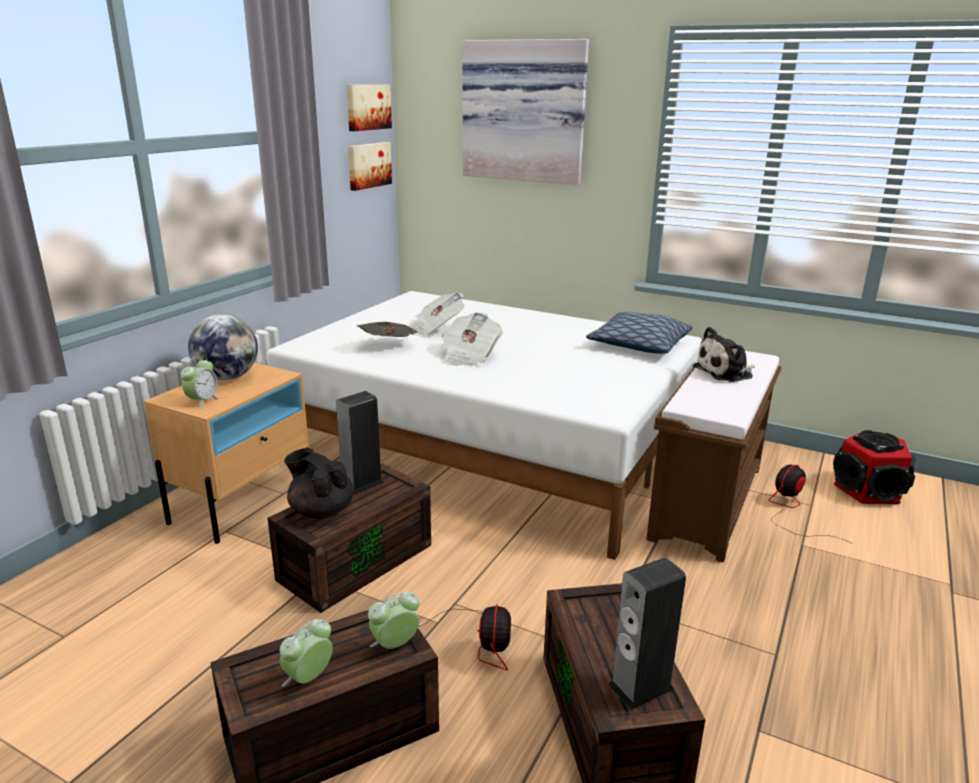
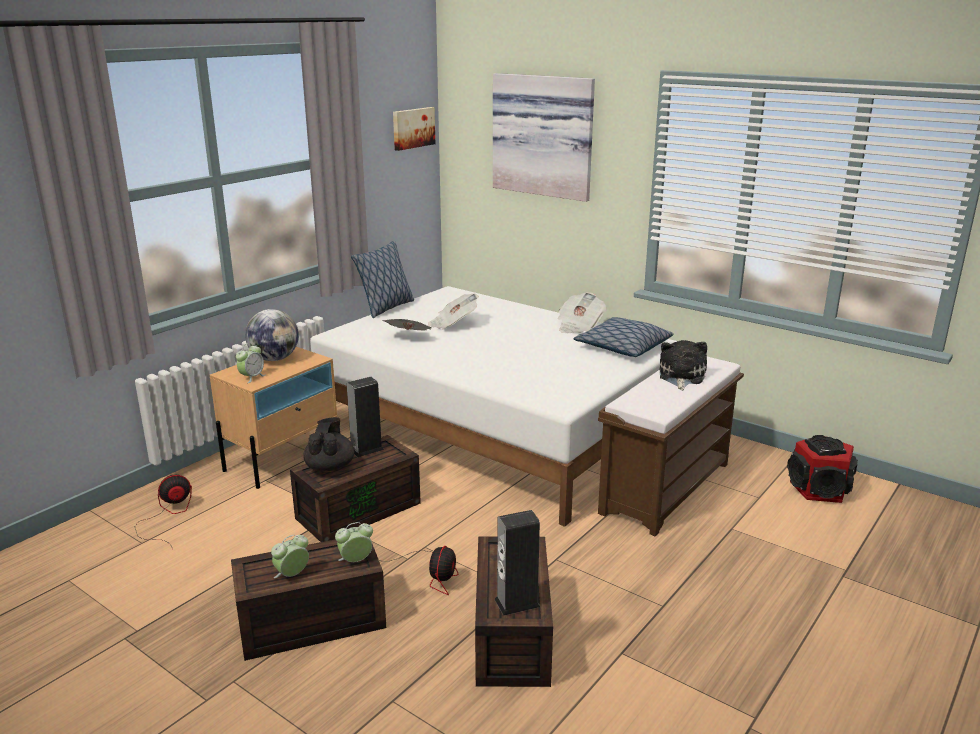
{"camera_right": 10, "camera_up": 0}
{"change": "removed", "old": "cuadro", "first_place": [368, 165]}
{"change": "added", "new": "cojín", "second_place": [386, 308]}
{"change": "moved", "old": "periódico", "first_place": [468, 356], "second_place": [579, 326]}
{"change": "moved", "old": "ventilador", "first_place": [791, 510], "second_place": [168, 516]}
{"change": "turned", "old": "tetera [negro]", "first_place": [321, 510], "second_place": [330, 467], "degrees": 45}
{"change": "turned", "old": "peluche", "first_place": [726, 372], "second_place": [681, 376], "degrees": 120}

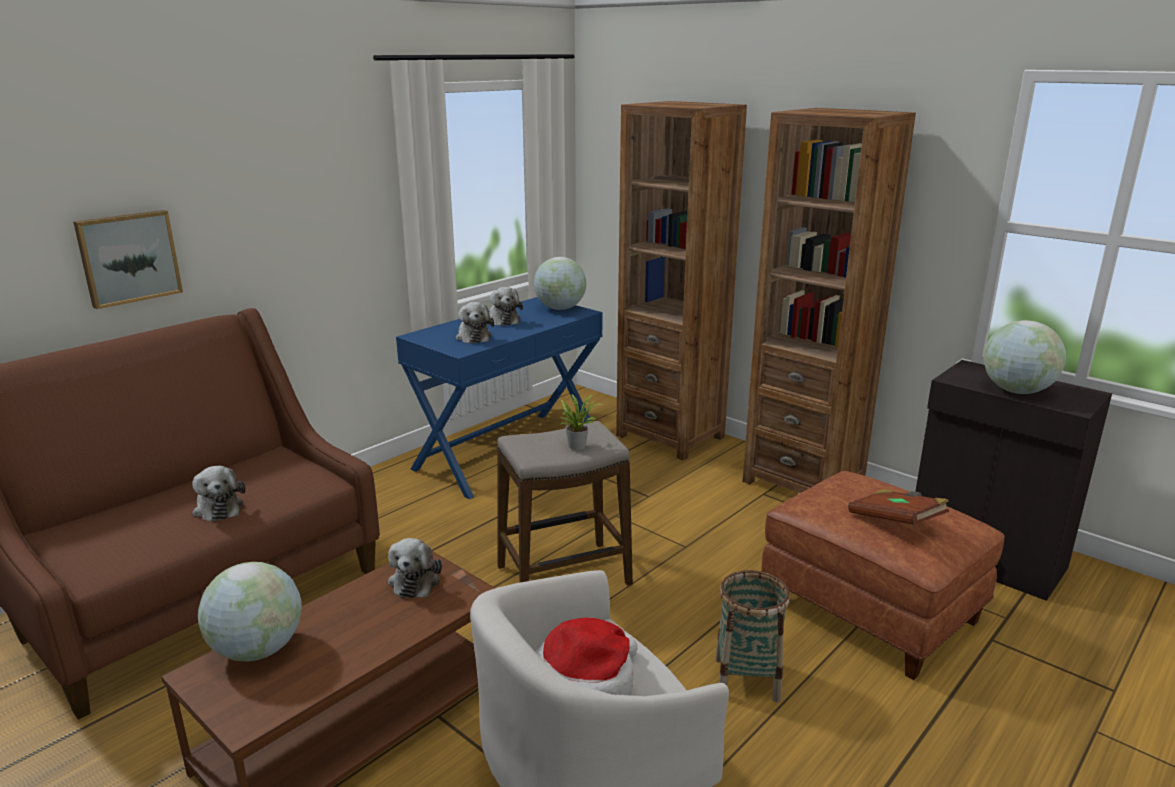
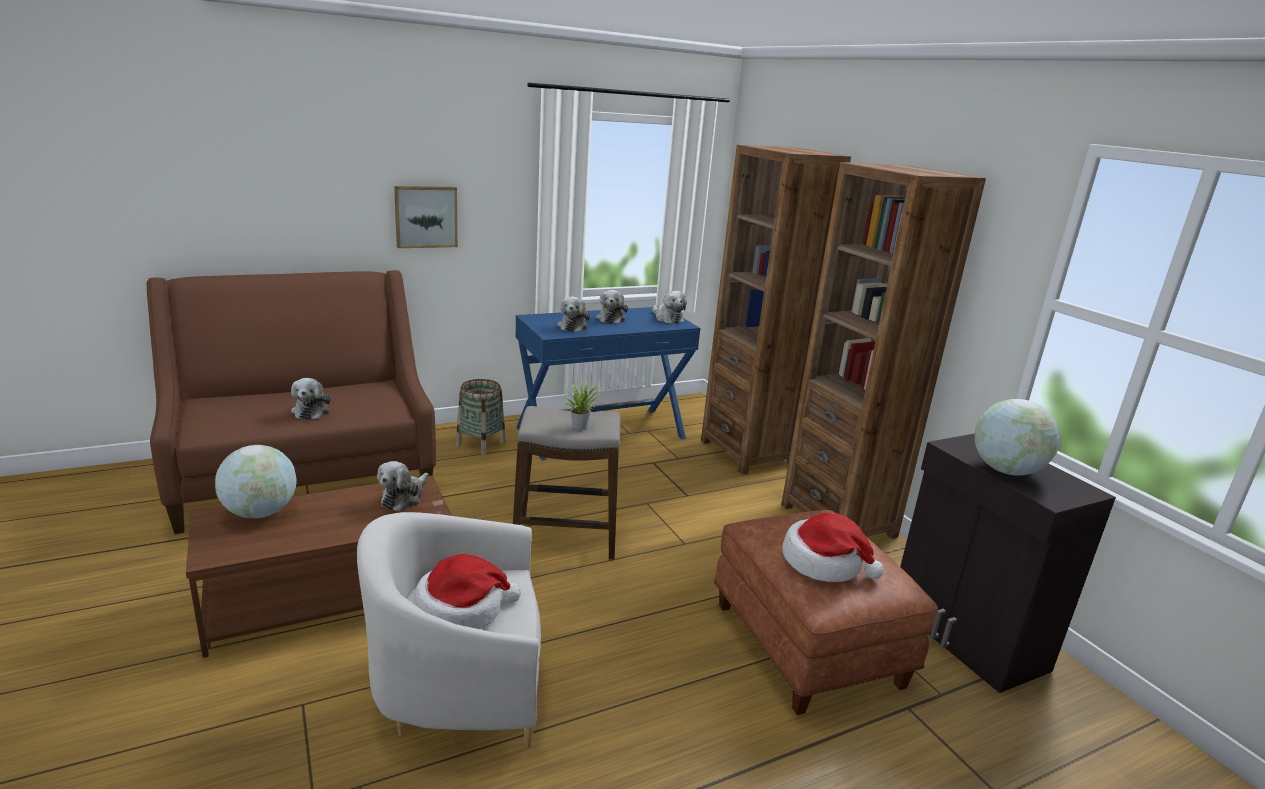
{"camera_right": 20, "camera_up": 0}
{"change": "moved", "old": "cuadro", "first_place": [128, 257], "second_place": [426, 216]}
{"change": "moved", "old": "cesta", "first_place": [747, 679], "second_place": [481, 444]}
{"change": "replaced", "old": "globo terráqueo", "new": "peluche", "first_place": [560, 308], "second_place": [667, 318]}
{"change": "replaced", "old": "libro [marrón]", "new": "sombrero", "first_place": [896, 522], "second_place": [824, 562]}

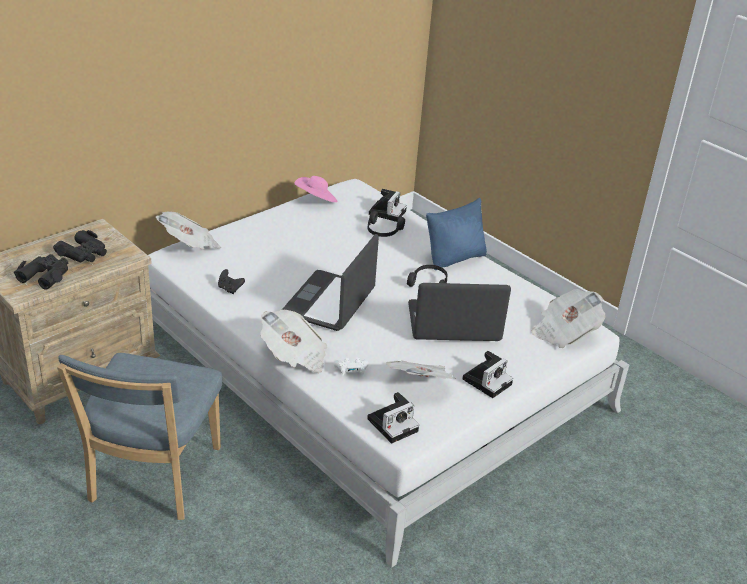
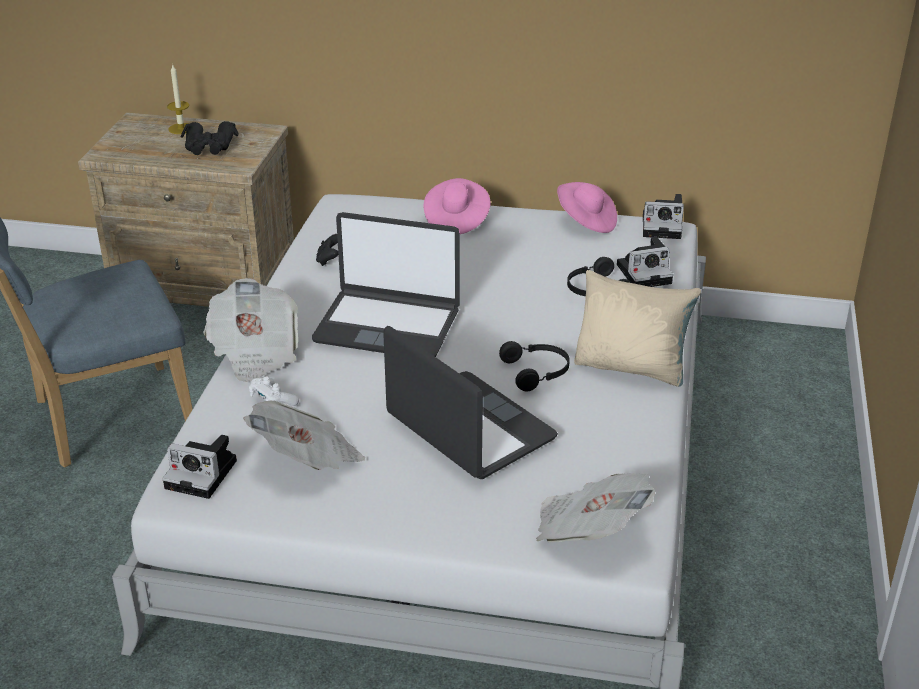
{"camera_right": 55, "camera_up": 0}
{"change": "removed", "old": "prismáticos [negro]", "first_place": [45, 275]}
{"change": "removed", "old": "periódico", "first_place": [190, 245]}
{"change": "added", "new": "vela", "second_place": [181, 128]}
{"change": "added", "new": "sombrero [rosa]", "second_place": [456, 220]}
{"change": "moved", "old": "cámara", "first_place": [487, 381], "second_place": [663, 226]}
{"change": "recoloured", "old": "cojín [azul]", "new": "cojín [beis]", "first_place": [455, 258], "second_place": [631, 367]}
{"change": "turned", "old": "portátil", "first_place": [330, 302], "second_place": [387, 325], "degrees": -150}

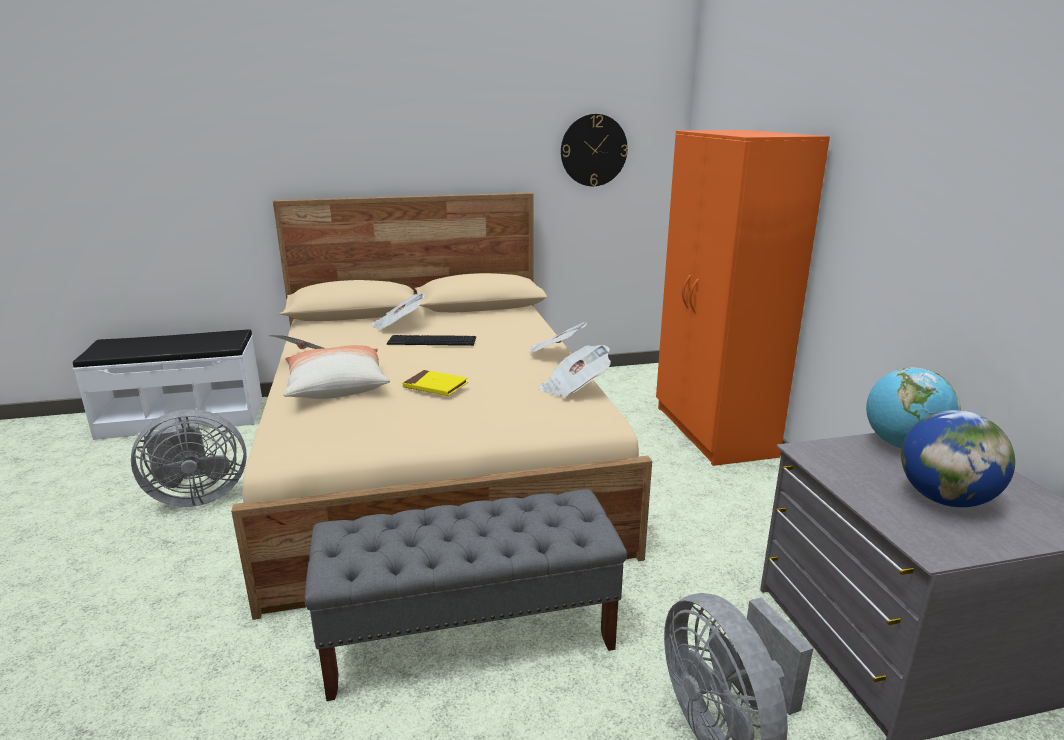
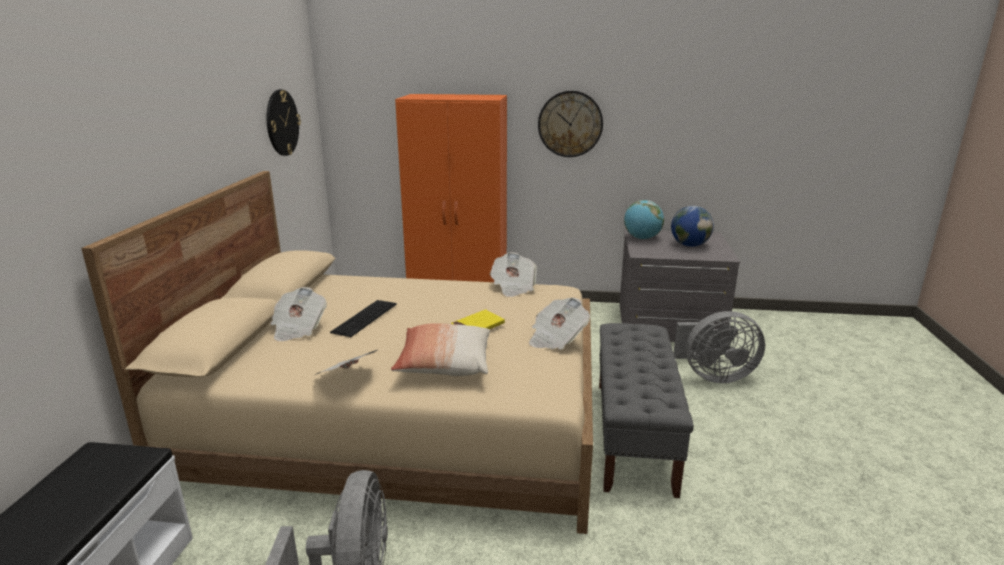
{"camera_right": -70, "camera_up": 0}
{"change": "added", "new": "reloj de pared", "second_place": [570, 124]}
{"change": "moved", "old": "periódico", "first_place": [555, 353], "second_place": [556, 339]}

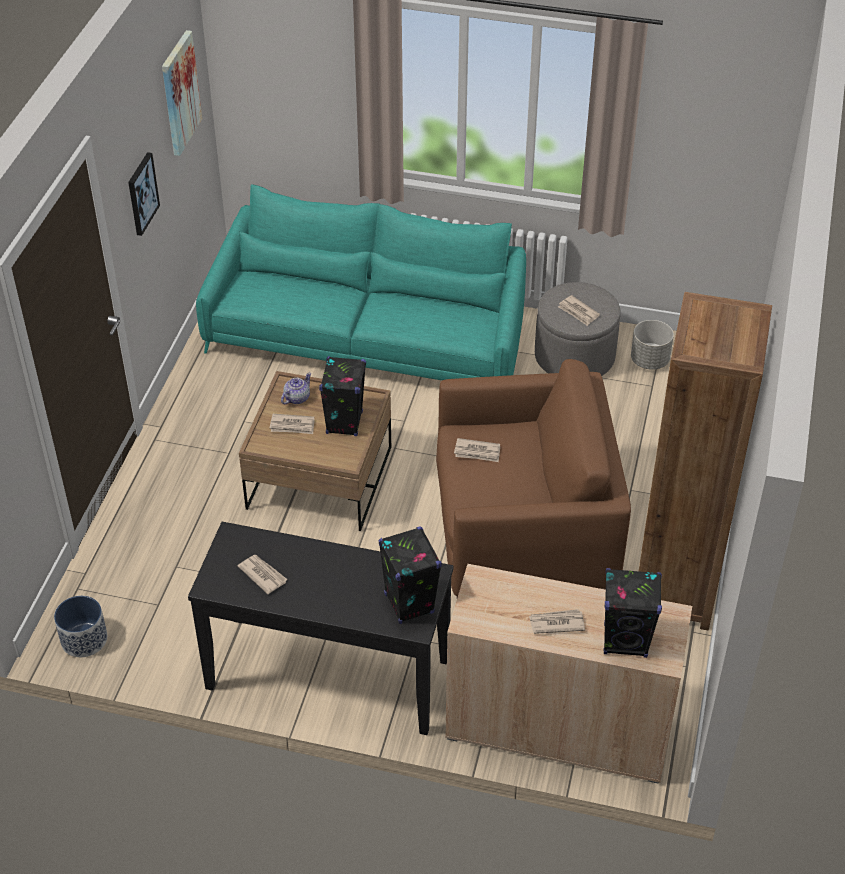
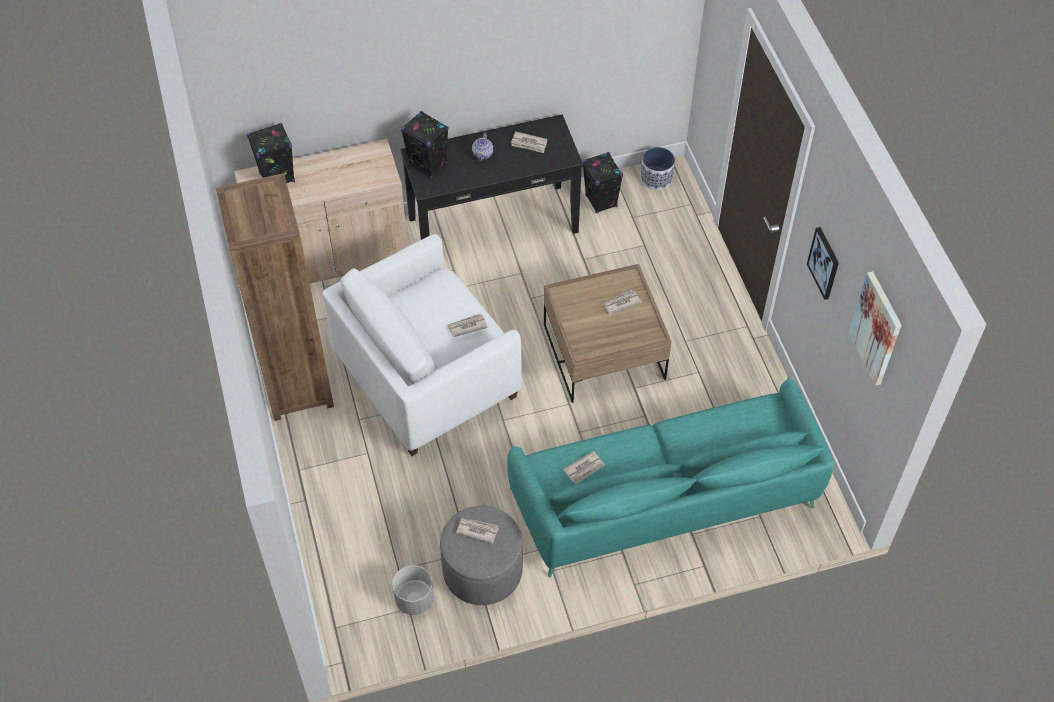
{"camera_right": 150, "camera_up": 10}
{"change": "moved", "old": "tetera", "first_place": [296, 398], "second_place": [483, 154]}
{"change": "moved", "old": "altavoz [negro]", "first_place": [344, 423], "second_place": [601, 201]}
{"change": "moved", "old": "periódico", "first_place": [556, 623], "second_place": [584, 468]}
{"change": "recoloured", "old": "sillón [marrón]", "new": "sillón [blanco]", "first_place": [523, 535], "second_place": [427, 376]}

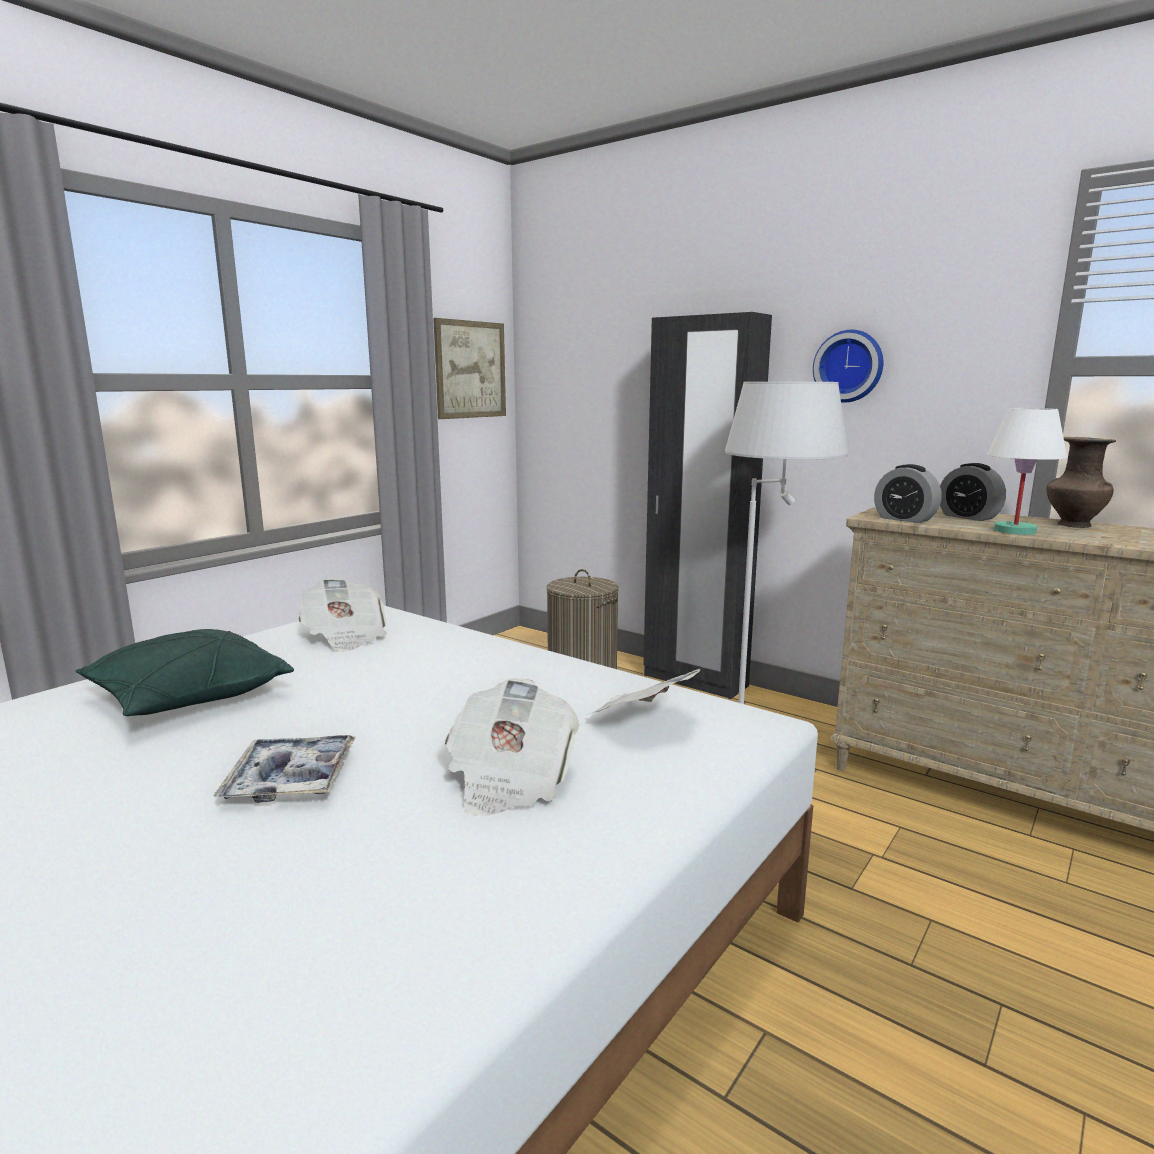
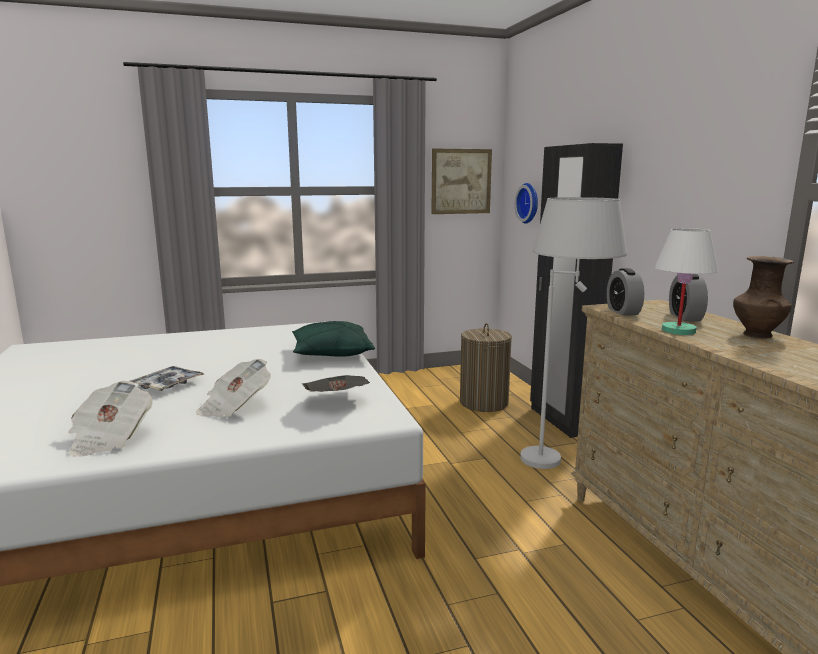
{"camera_right": 35, "camera_up": 0}
{"change": "moved", "old": "cojín [verde]", "first_place": [188, 698], "second_place": [331, 354]}
{"change": "moved", "old": "periódico", "first_place": [345, 637], "second_place": [110, 438]}
{"change": "moved", "old": "reloj de pared", "first_place": [849, 366], "second_place": [529, 203]}

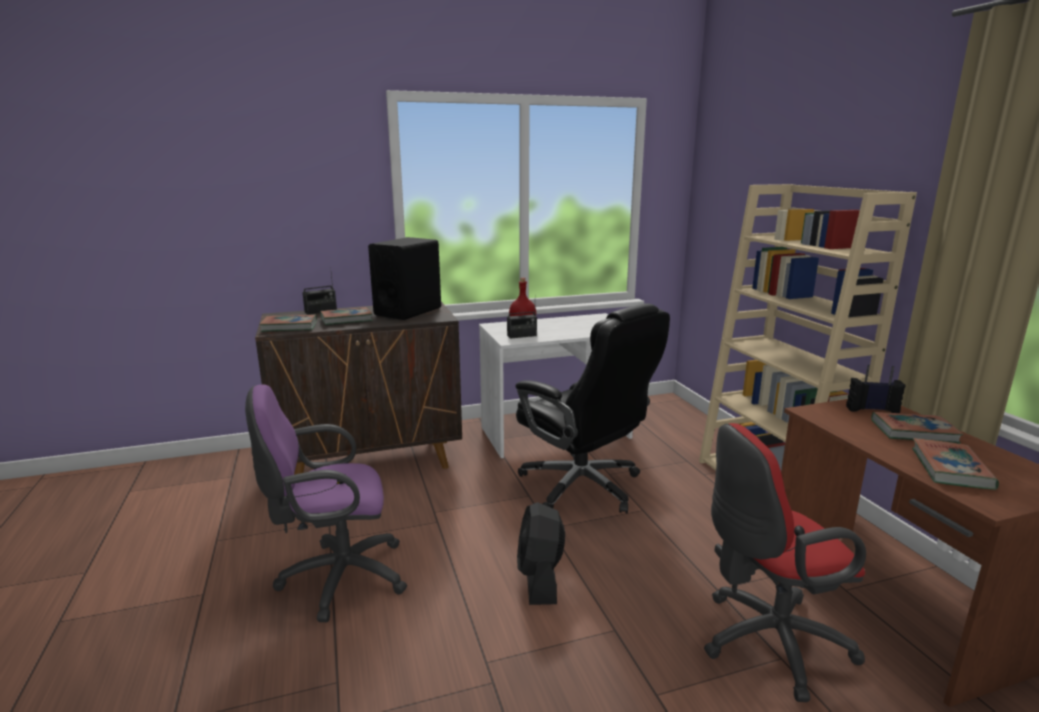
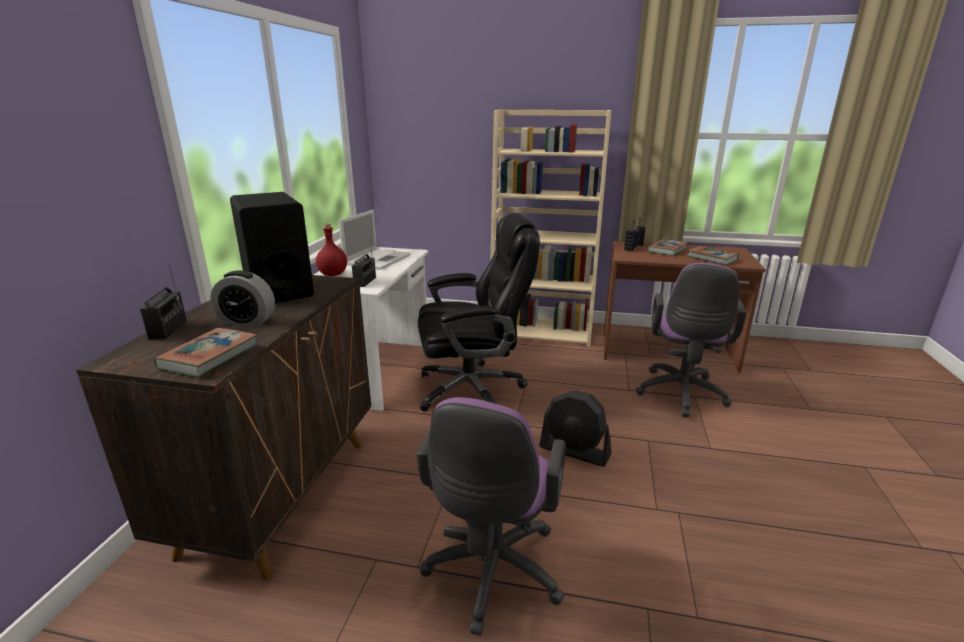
{"camera_right": -60, "camera_up": 5}
{"change": "added", "new": "portátil", "second_place": [378, 259]}
{"change": "replaced", "old": "libro", "new": "despertador", "first_place": [346, 319], "second_place": [247, 321]}
{"change": "recoloured", "old": "silla de oficina [rojo]", "new": "silla de oficina [morado]", "first_place": [766, 642], "second_place": [681, 395]}

